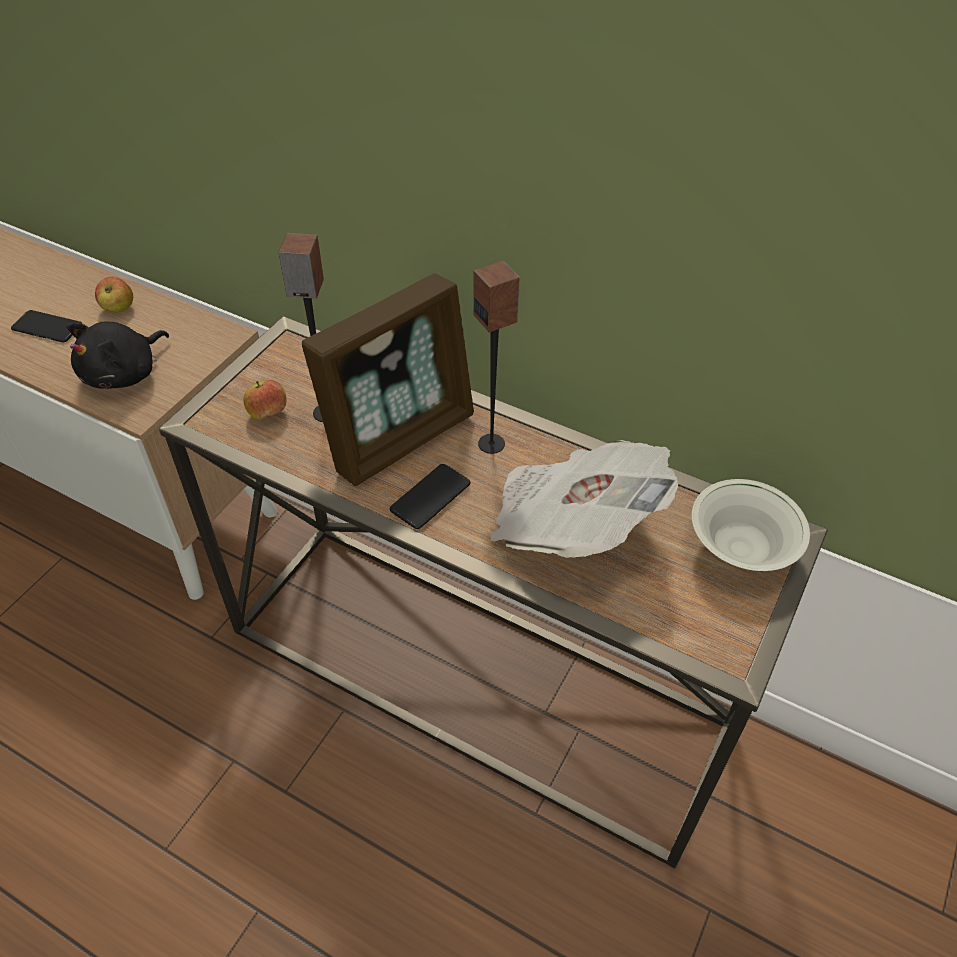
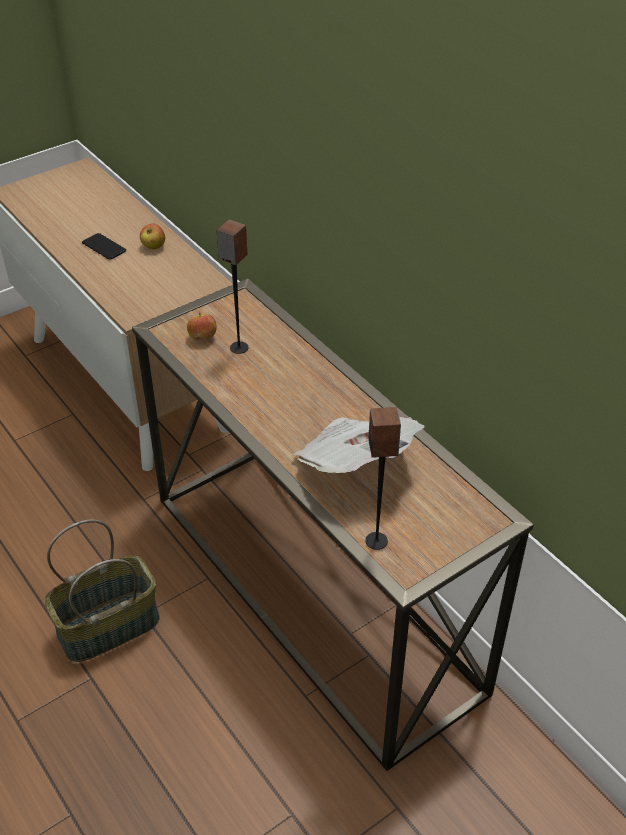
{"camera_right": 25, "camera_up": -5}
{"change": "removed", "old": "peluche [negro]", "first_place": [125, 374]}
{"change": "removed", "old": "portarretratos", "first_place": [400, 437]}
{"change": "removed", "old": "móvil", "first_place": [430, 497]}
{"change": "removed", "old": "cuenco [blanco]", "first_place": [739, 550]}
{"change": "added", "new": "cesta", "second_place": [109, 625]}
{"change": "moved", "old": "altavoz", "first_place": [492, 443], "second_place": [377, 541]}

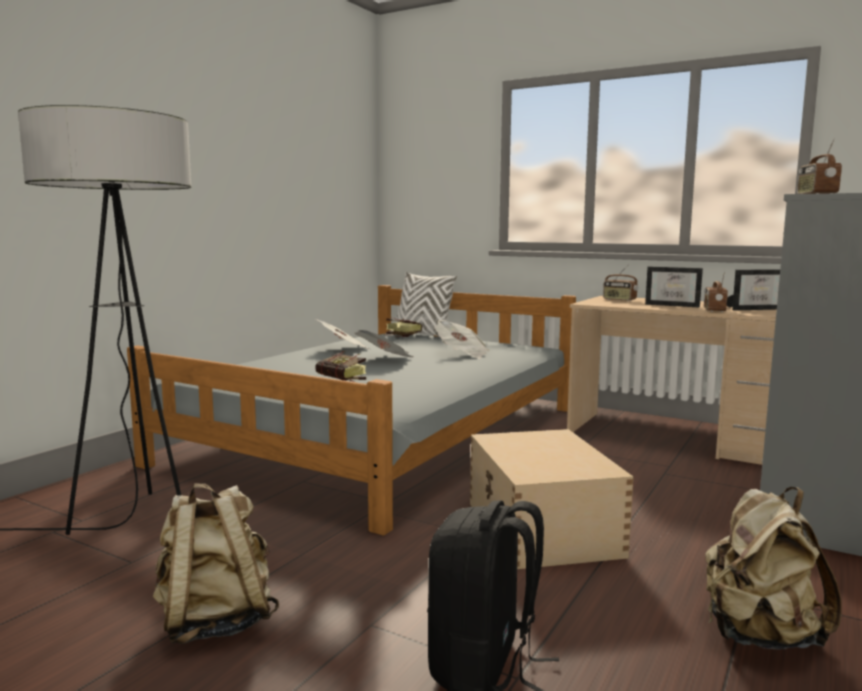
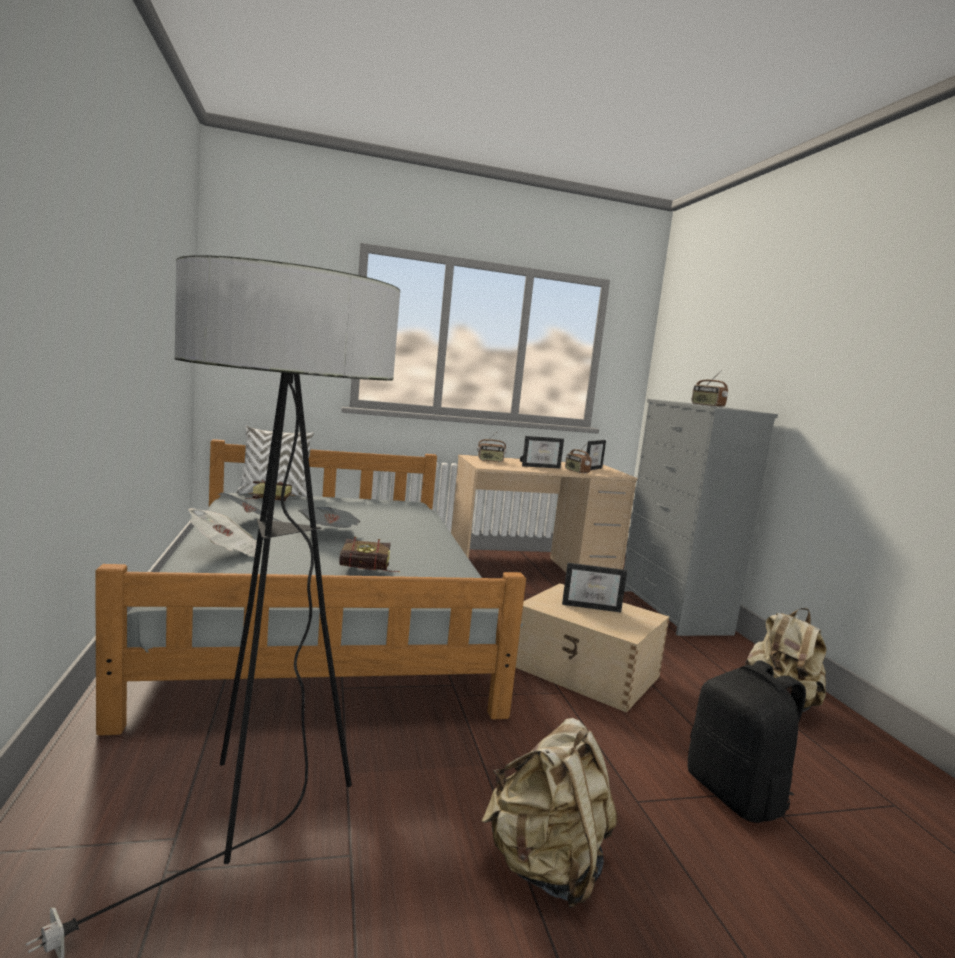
{"camera_right": -45, "camera_up": 0}
{"change": "added", "new": "portarretratos", "second_place": [592, 606]}
{"change": "moved", "old": "periódico", "first_place": [462, 354], "second_place": [226, 552]}

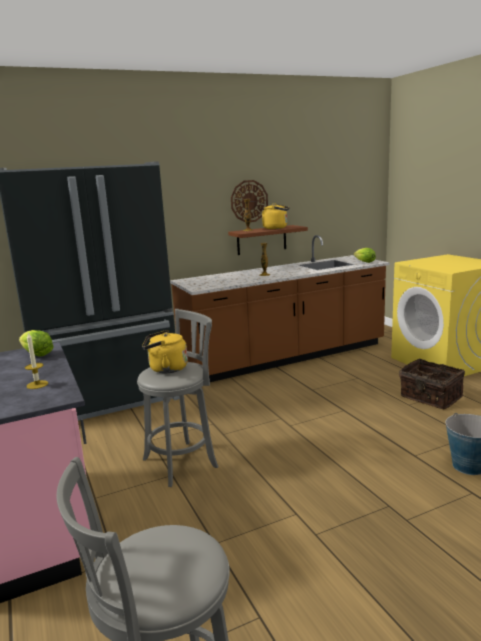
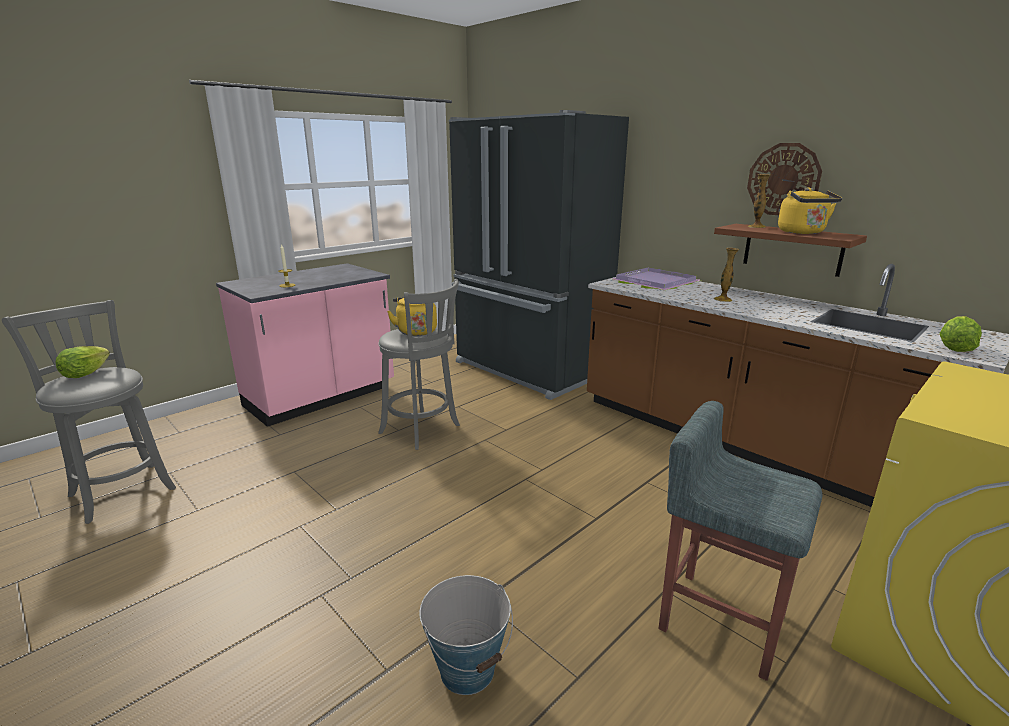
{"camera_right": 70, "camera_up": 5}
{"change": "added", "new": "bandeja [morado]", "second_place": [653, 282]}
{"change": "moved", "old": "lechuga", "first_place": [37, 354], "second_place": [85, 374]}
{"change": "replaced", "old": "cesta", "new": "taburete [gris]", "first_place": [430, 397], "second_place": [720, 620]}

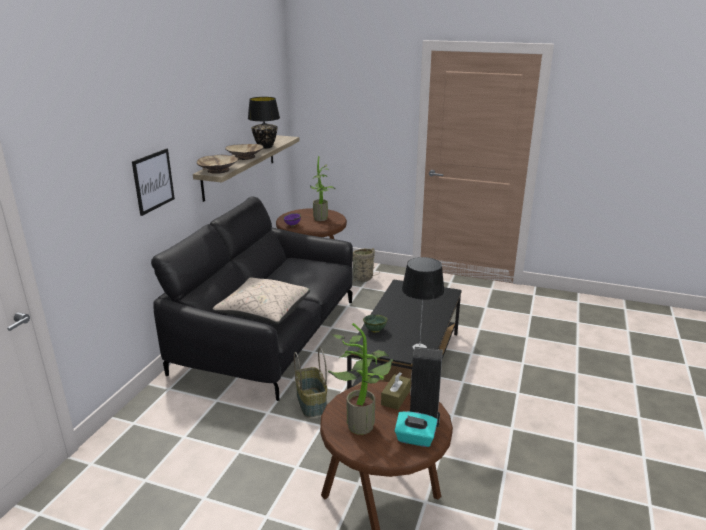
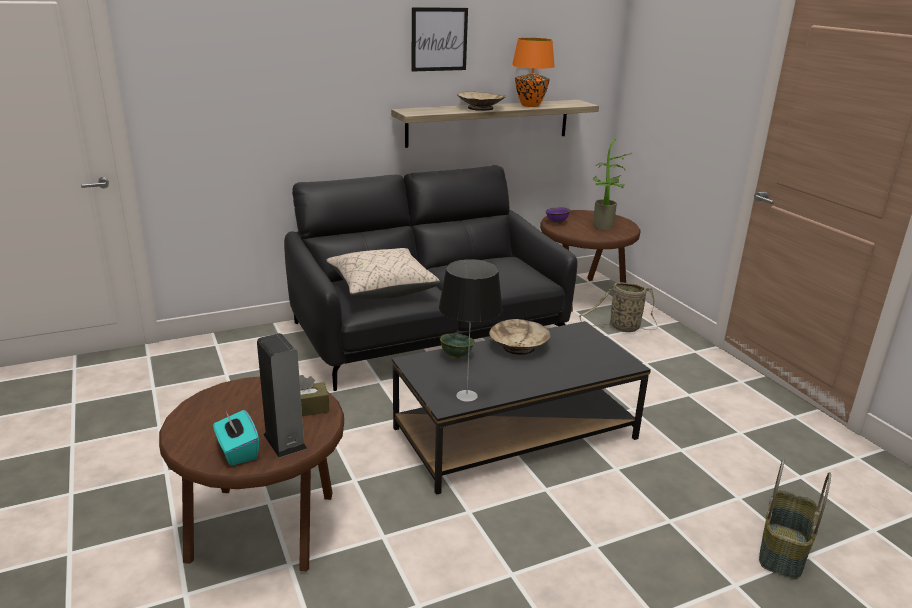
{"camera_right": 45, "camera_up": 0}
{"change": "removed", "old": "planta en maceta", "first_place": [362, 423]}
{"change": "moved", "old": "cuadro", "first_place": [153, 181], "second_place": [439, 39]}
{"change": "moved", "old": "cuenco [beis]", "first_place": [218, 170], "second_place": [518, 346]}
{"change": "moved", "old": "cesta", "first_place": [312, 403], "second_place": [784, 551]}
{"change": "recoloured", "old": "lámpara de mesa [negro]", "new": "lámpara de mesa [naranja]", "first_place": [266, 147], "second_place": [530, 105]}

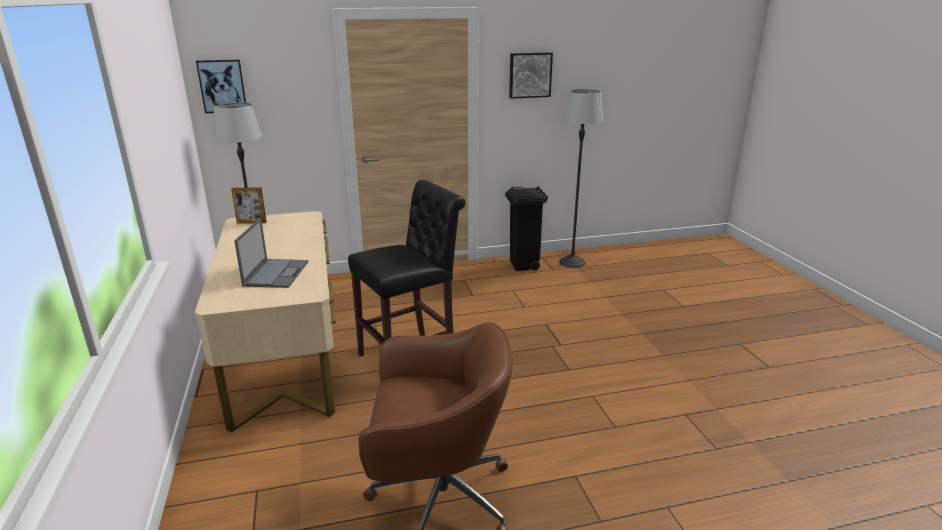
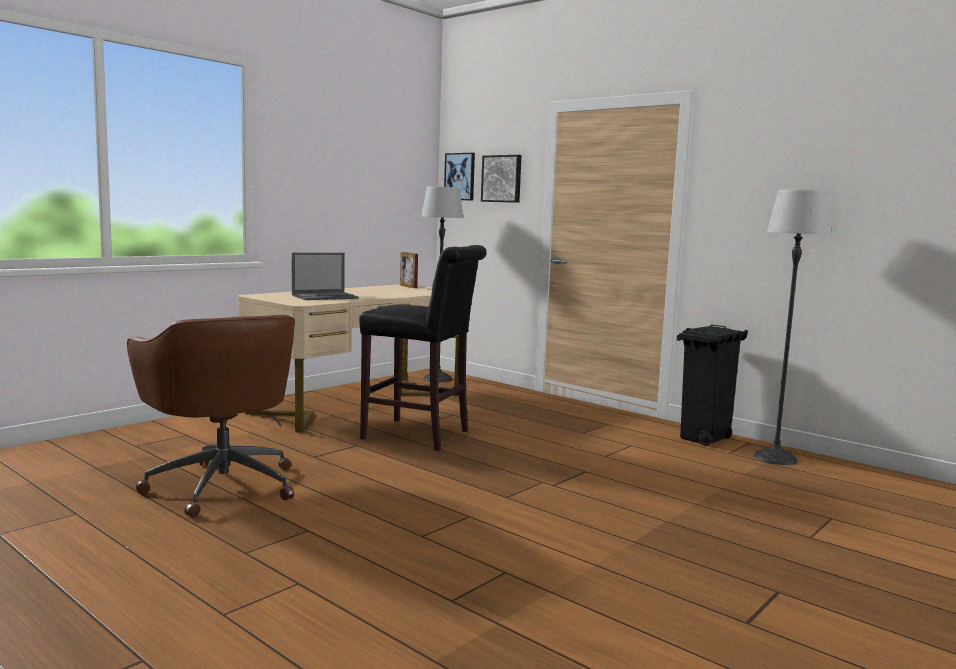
{"camera_right": 55, "camera_up": -15}
{"change": "moved", "old": "cuadro", "first_place": [529, 75], "second_place": [502, 178]}

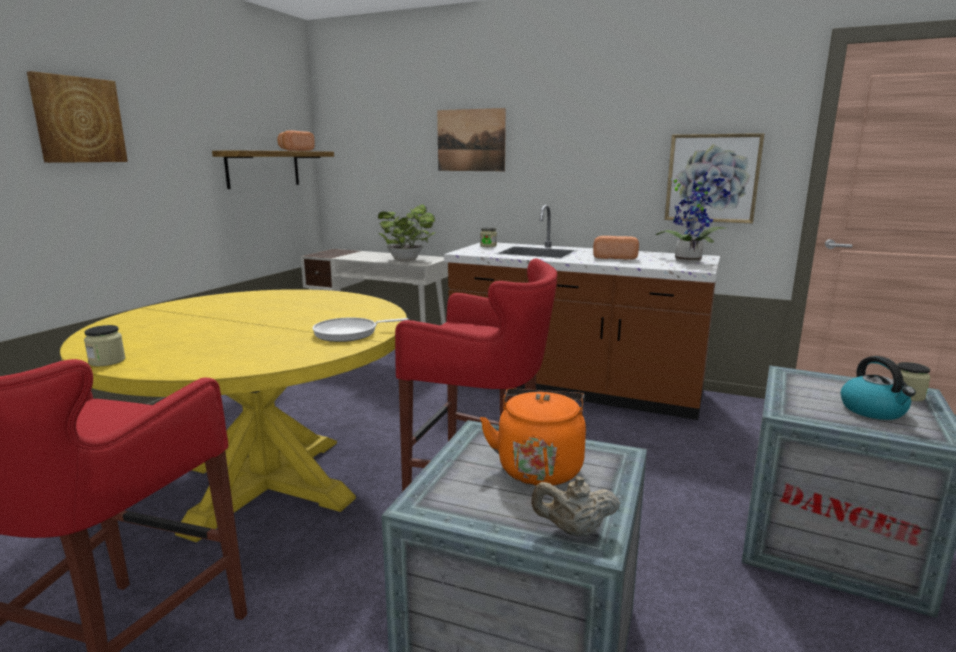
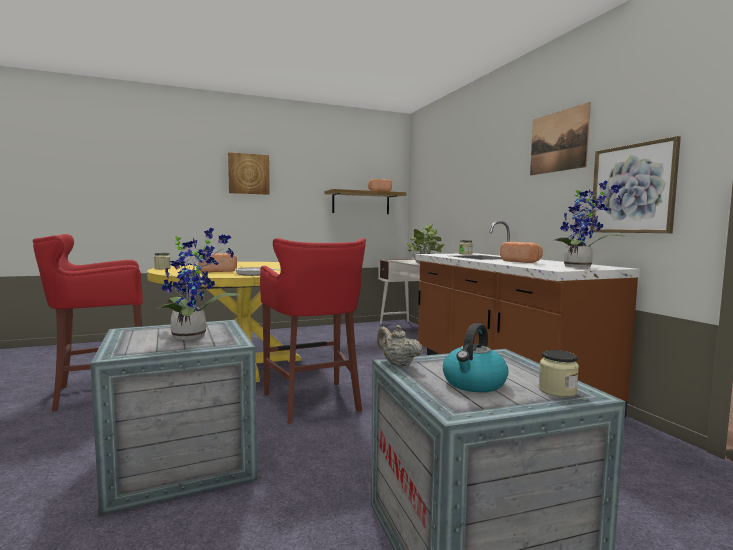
{"camera_right": 45, "camera_up": -10}
{"change": "added", "new": "pan", "second_place": [217, 271]}
{"change": "moved", "old": "cuadro", "first_place": [471, 140], "second_place": [558, 141]}
{"change": "moved", "old": "tetera [beis]", "first_place": [574, 530], "second_place": [397, 364]}
{"change": "replaced", "old": "hervidor [naranja]", "new": "planta en maceta", "first_place": [539, 467], "second_place": [193, 336]}

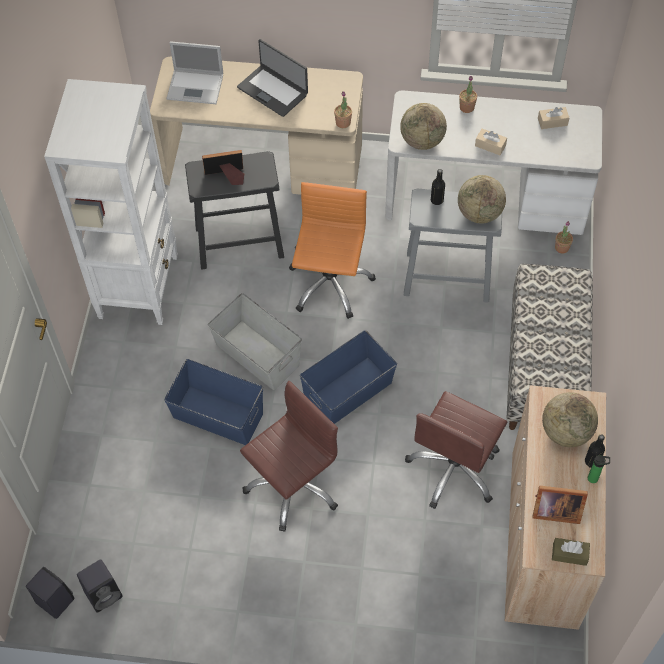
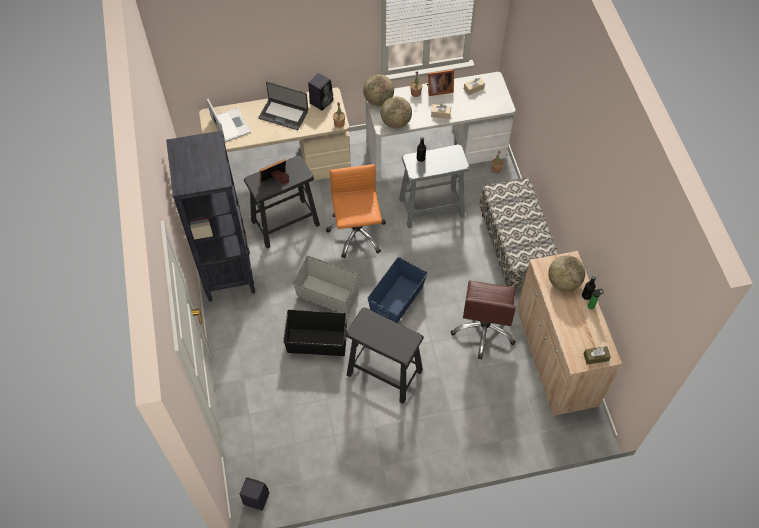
{"camera_right": -20, "camera_up": 0}
{"change": "moved", "old": "altavoz [negro]", "first_place": [104, 593], "second_place": [321, 101]}
{"change": "moved", "old": "globo terráqueo", "first_place": [479, 213], "second_place": [378, 100]}
{"change": "moved", "old": "portarretratos", "first_place": [554, 510], "second_place": [438, 90]}
{"change": "replaced", "old": "silla de oficina [marrón]", "new": "taburete [negro]", "first_place": [292, 485], "second_place": [385, 372]}
{"change": "recoloured", "old": "estantería [blanco]", "new": "estantería [negro]", "first_place": [139, 286], "second_place": [228, 272]}
{"change": "recoloured", "old": "caja de almacenaje [azul]", "new": "caja de almacenaje [negro]", "first_place": [217, 414], "second_place": [316, 341]}
{"change": "turned", "old": "portátil", "first_place": [196, 87], "second_place": [230, 125], "degrees": -105}

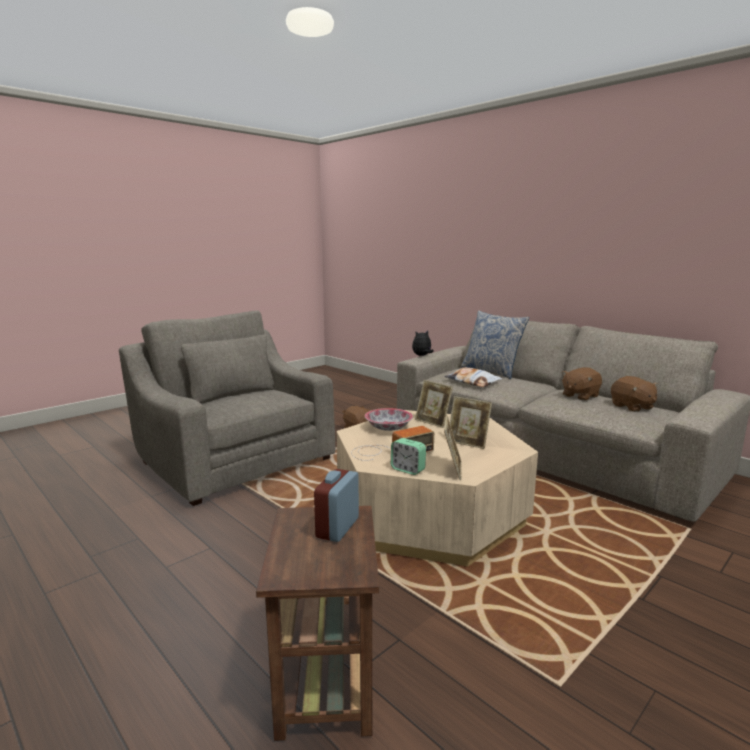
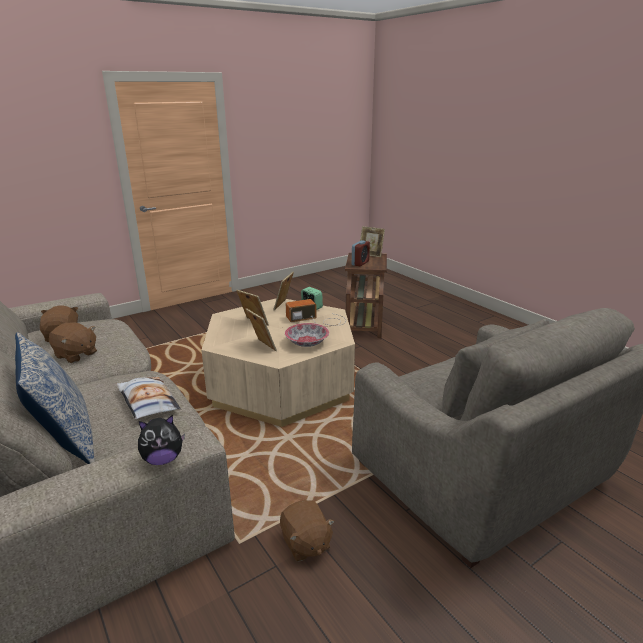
{"camera_right": -170, "camera_up": 10}
{"change": "added", "new": "portarretratos", "second_place": [371, 254]}
{"change": "turned", "old": "peluche [marrón]", "first_place": [580, 396], "second_place": [76, 355], "degrees": 60}

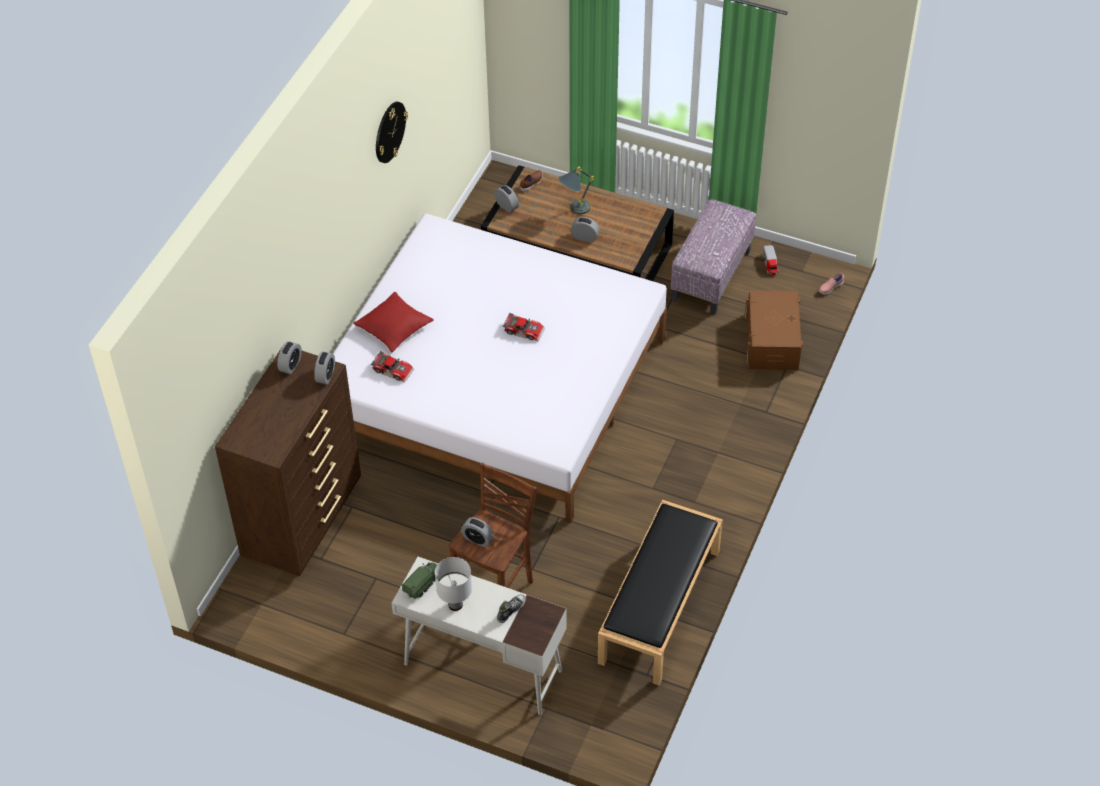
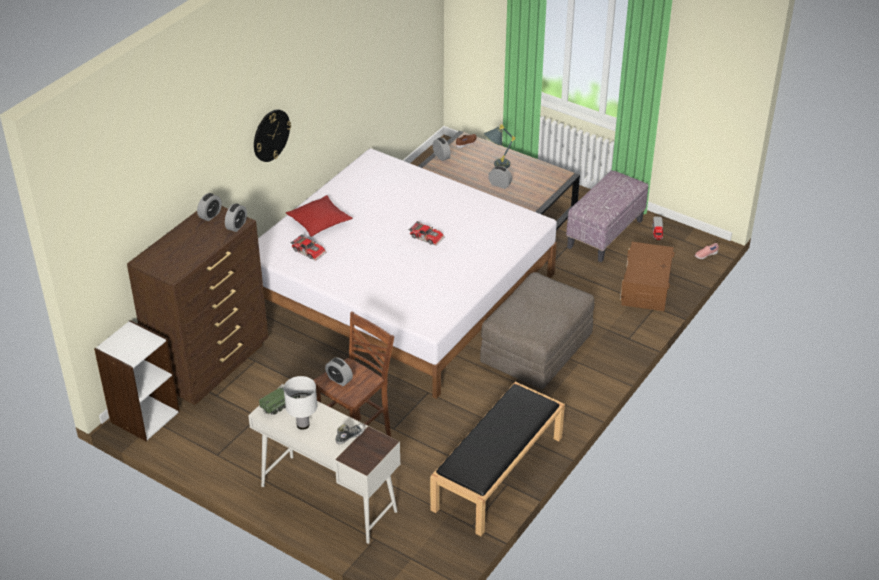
{"camera_right": 10, "camera_up": -10}
{"change": "added", "new": "estantería [blanco]", "second_place": [144, 416]}
{"change": "added", "new": "puf [gris]", "second_place": [536, 349]}
{"change": "moved", "old": "reloj de pared", "first_place": [389, 132], "second_place": [271, 135]}

